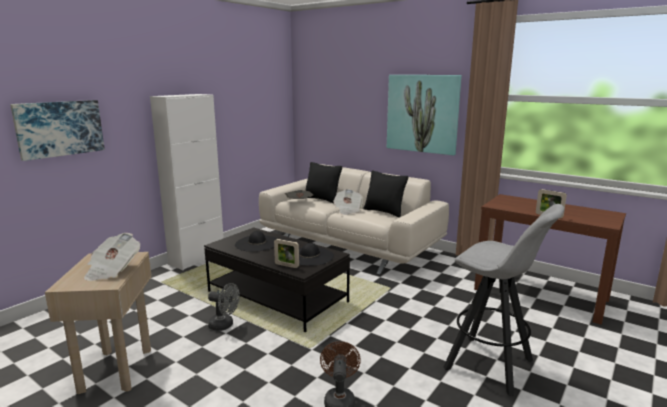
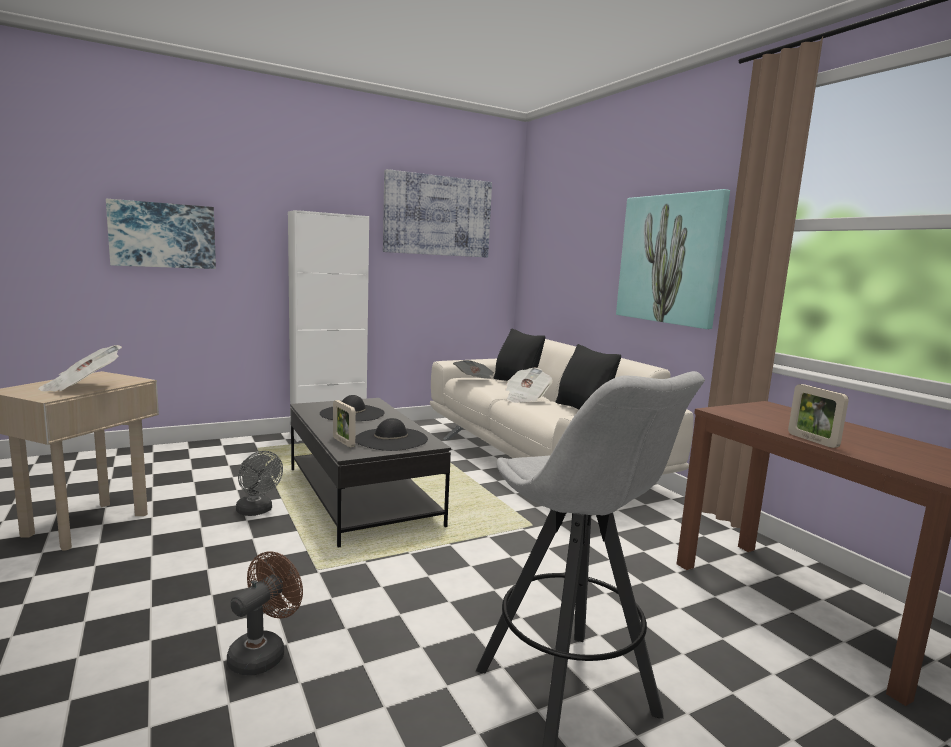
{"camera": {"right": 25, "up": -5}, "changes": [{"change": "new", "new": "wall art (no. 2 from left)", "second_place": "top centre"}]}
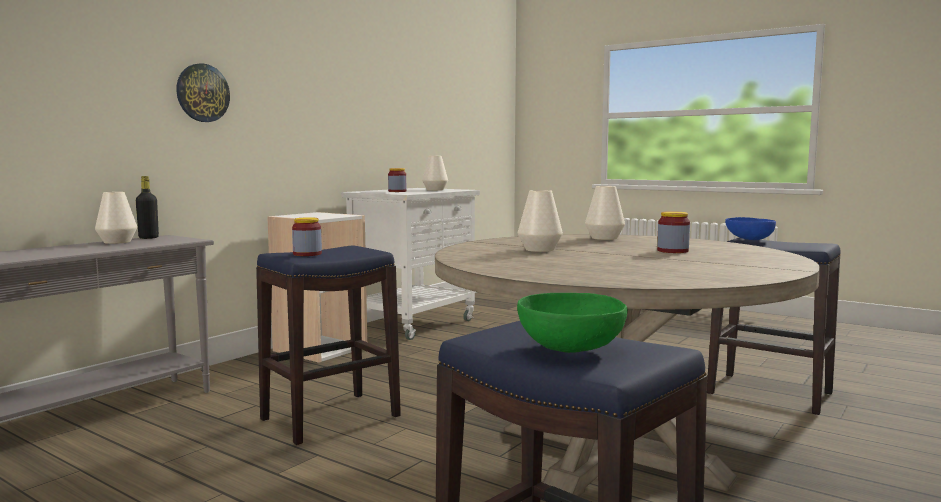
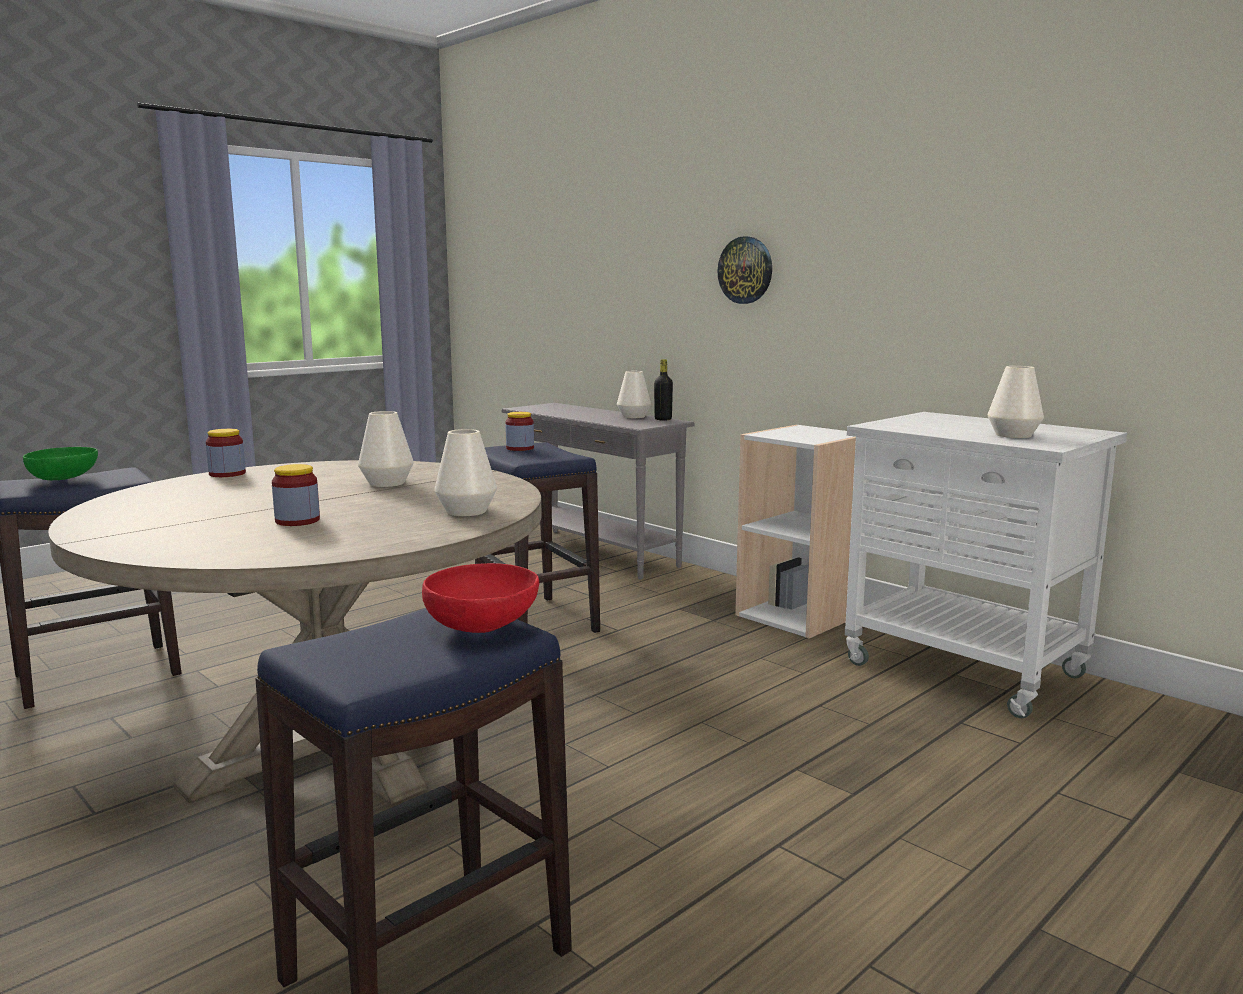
{"camera": {"right": 100, "up": 5}, "changes": [{"change": "shifted", "old": "jar (no. 2 from left in the first image)", "new": "jar (no. 1 from left)", "first_place": "centre", "second_place": "middle left"}, {"change": "repainted", "old": "deep dish (blue)", "new": "deep dish (red)", "first_place": "middle right", "second_place": "centre"}]}
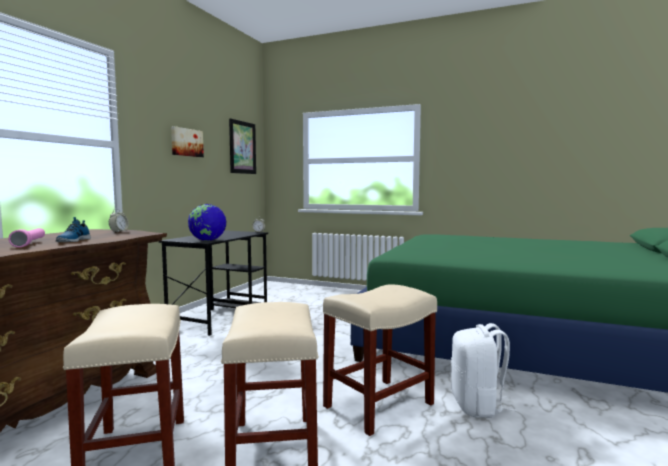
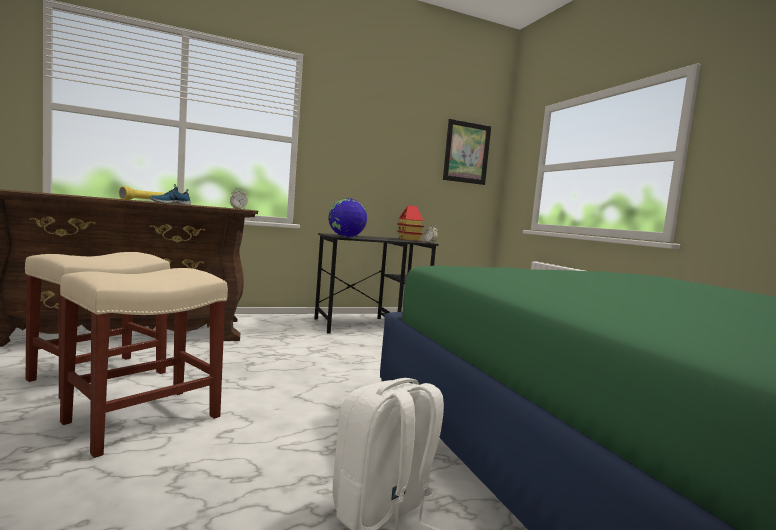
{"camera": {"right": 45, "up": 0}, "changes": [{"change": "repainted", "old": "flashlight (pink)", "new": "flashlight (yellow)", "first_place": "middle left", "second_place": "middle left"}, {"change": "new", "new": "miniature house", "second_place": "centre"}, {"change": "gone", "old": "wall art (no. 1 from left)", "first_place": "top left"}, {"change": "gone", "old": "stool (sand-coloured) (no. 3 from left)", "first_place": "bottom centre"}]}
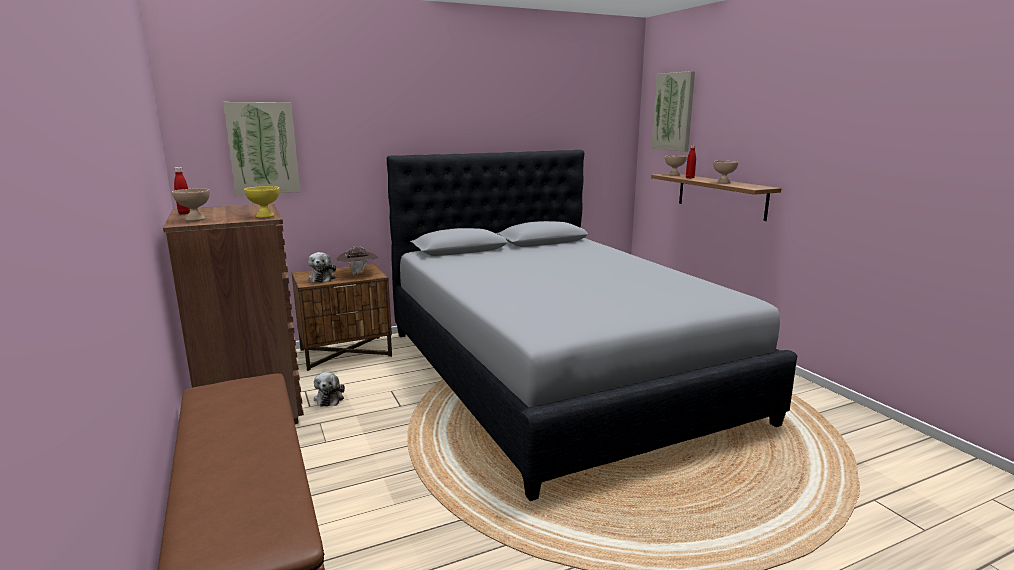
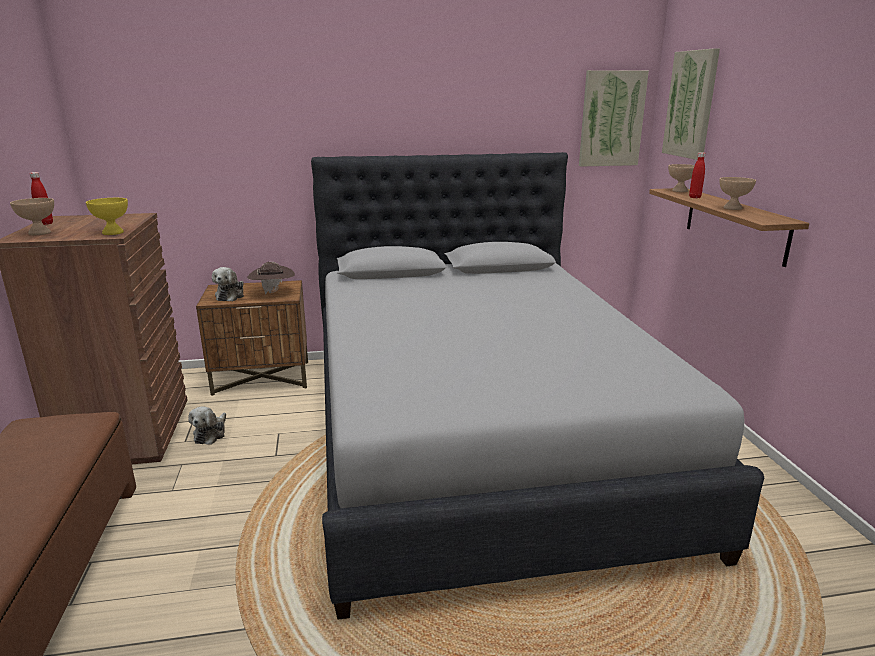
{"camera": {"right": 15, "up": 5}, "changes": [{"change": "shifted", "old": "wall art (no. 1 from left)", "first_place": "top left", "second_place": "top right"}]}
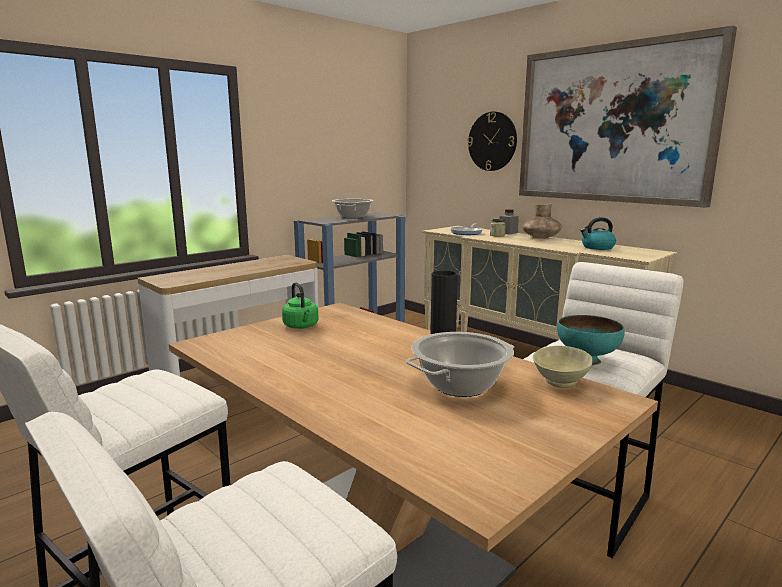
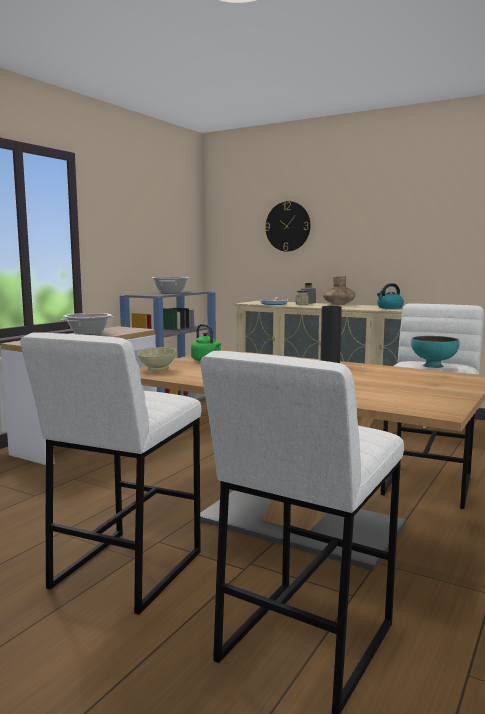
{"camera": {"right": -15, "up": -5}, "changes": [{"change": "shifted", "old": "stockpot (no. 2 from left in the first image)", "new": "stockpot (no. 1 from left)", "first_place": "centre", "second_place": "middle left"}, {"change": "shifted", "old": "deep dish (sand-coloured)", "first_place": "middle right", "second_place": "middle left"}, {"change": "gone", "old": "wall art", "first_place": "top right"}]}
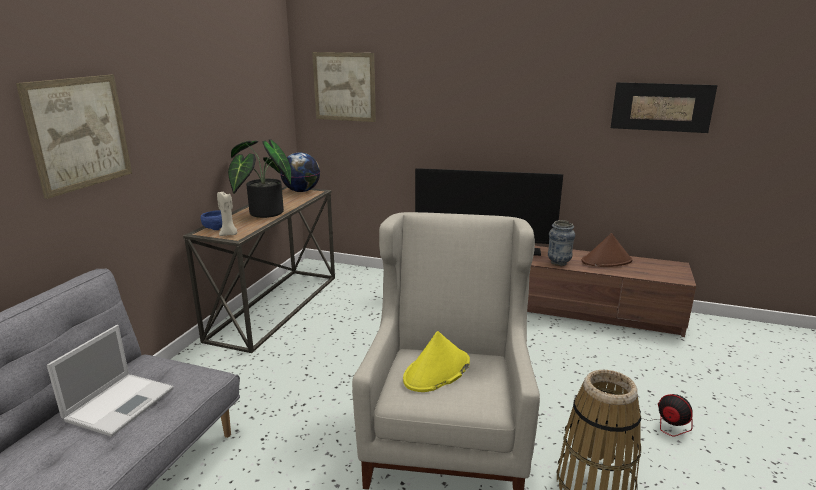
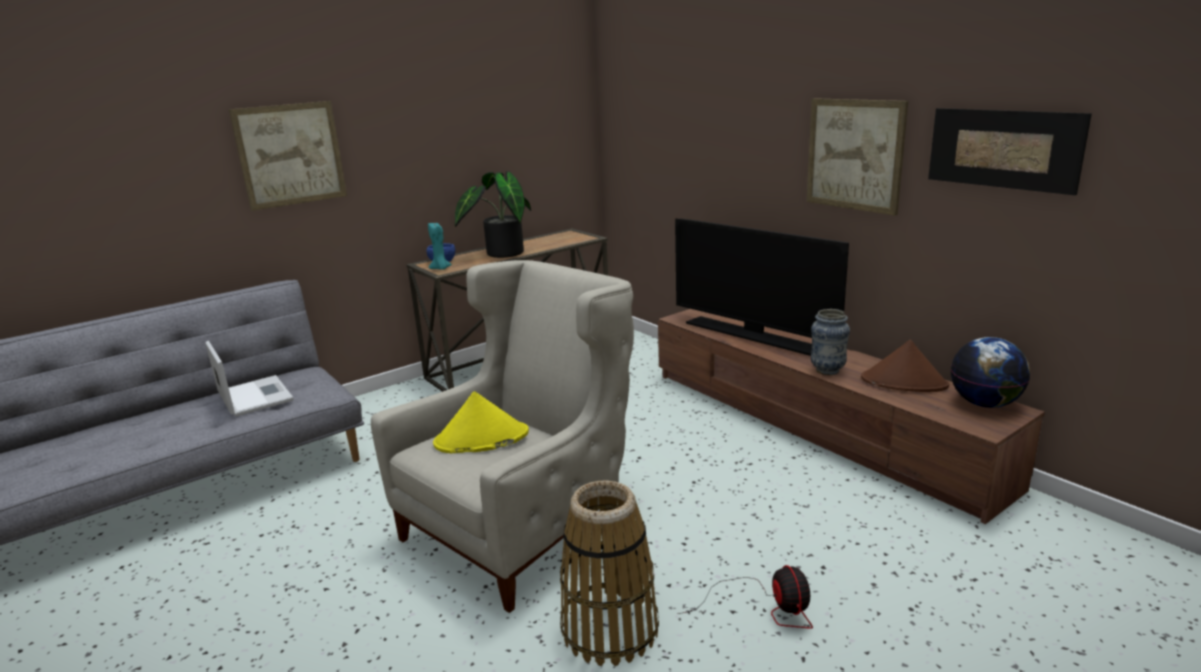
{"camera": {"right": 35, "up": 0}, "changes": [{"change": "rotated", "old": "portable computer", "first_place": "bottom left", "second_place": "middle left", "degrees": -90}, {"change": "repainted", "old": "candle (sand-coloured)", "new": "candle (turquoise-coloured)", "first_place": "middle left", "second_place": "centre"}, {"change": "shifted", "old": "wall art (no. 2 from left)", "first_place": "top centre", "second_place": "top right"}, {"change": "shifted", "old": "world globe", "first_place": "centre", "second_place": "middle right"}]}
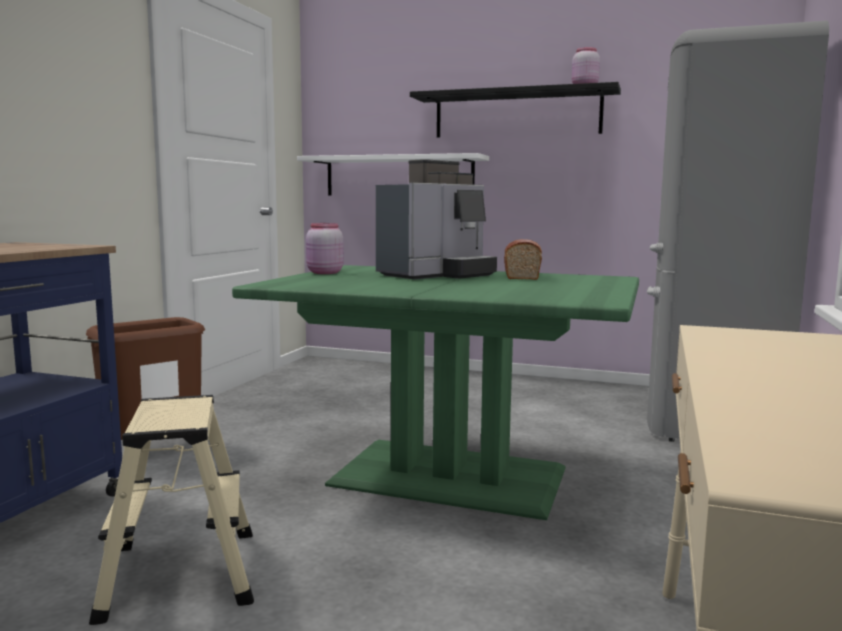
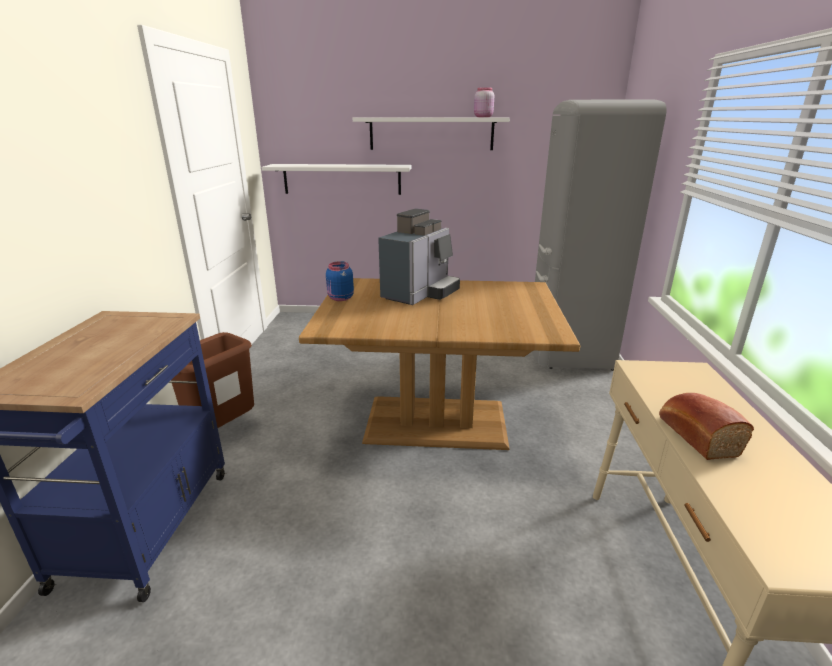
{"camera": {"right": -15, "up": 15}, "changes": [{"change": "repainted", "old": "dinner table (greenish)", "new": "dinner table (brownish)", "first_place": "centre", "second_place": "centre"}, {"change": "repainted", "old": "jar (pink) (no. 1 from left)", "new": "jar (blue)", "first_place": "centre", "second_place": "centre"}, {"change": "repainted", "old": "bracket shelf (black-coloured)", "new": "bracket shelf (white) (no. 2 from left)", "first_place": "top centre", "second_place": "top centre"}, {"change": "shifted", "old": "baked bread", "first_place": "centre", "second_place": "middle right"}, {"change": "gone", "old": "stepladder (sand-coloured)", "first_place": "bottom left"}]}
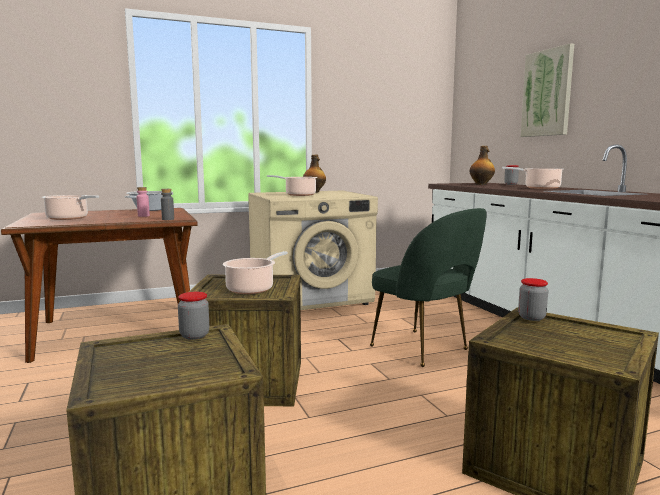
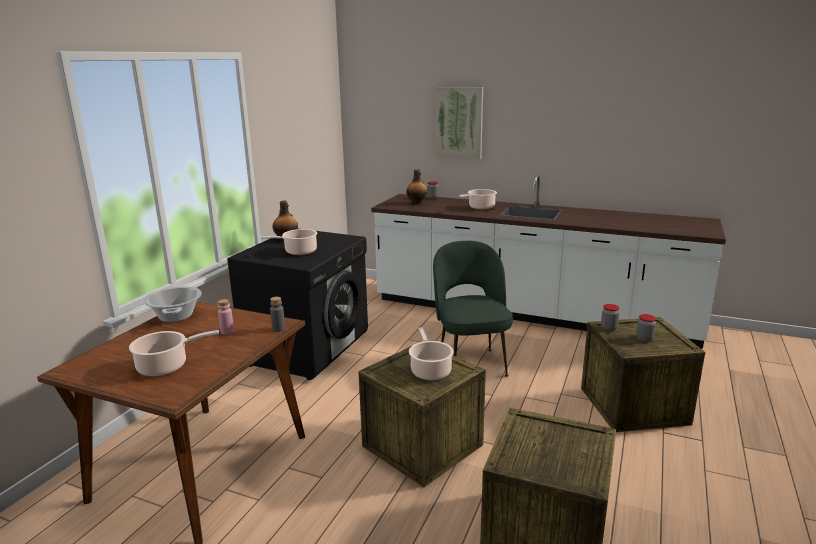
{"camera": {"right": -45, "up": 10}, "changes": [{"change": "repainted", "old": "washing machine (sand-coloured)", "new": "washing machine (black-coloured)", "first_place": "centre", "second_place": "centre"}, {"change": "rotated", "old": "chair (greenish)", "first_place": "centre", "second_place": "centre", "degrees": -105}, {"change": "shifted", "old": "jar (no. 1 from left in the first image)", "new": "jar (no. 3 from left)", "first_place": "middle left", "second_place": "middle right"}]}
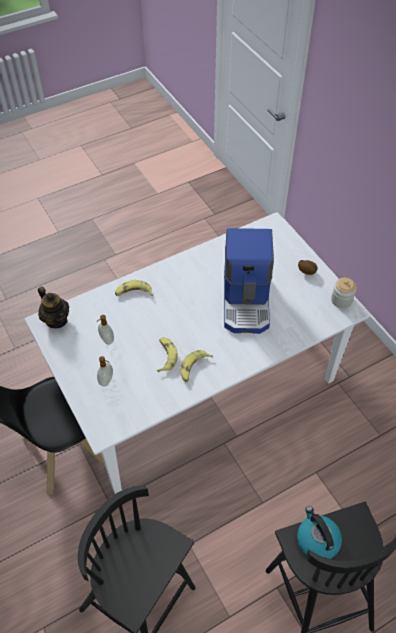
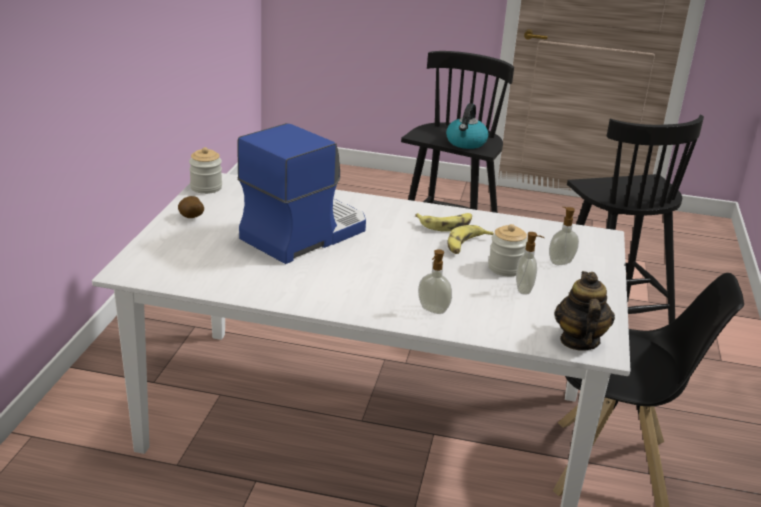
{"camera": {"right": -140, "up": -25}, "changes": [{"change": "swapped", "old": "whole banana (no. 1 from left)", "new": "soap dispenser (no. 1 from left)", "first_place": "centre", "second_place": "centre"}, {"change": "new", "new": "jar (no. 2 from left)", "second_place": "middle right"}]}
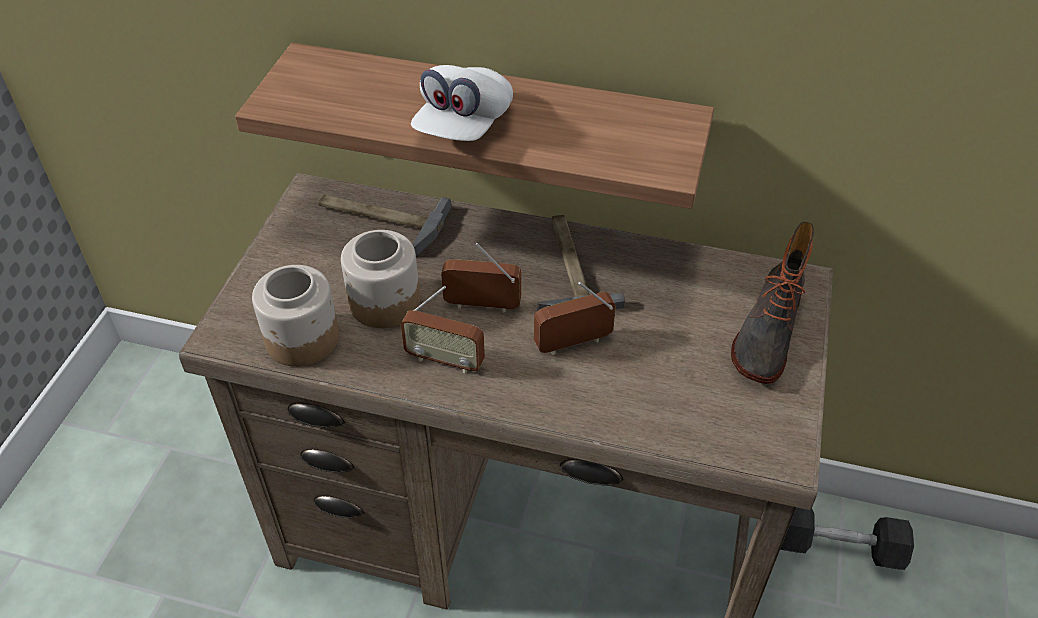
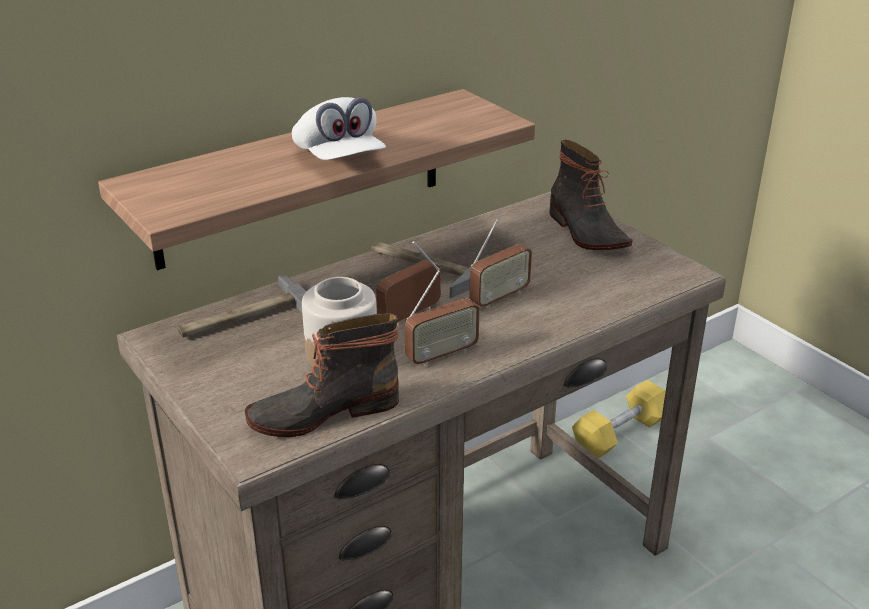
{"camera": {"right": -50, "up": -15}, "changes": [{"change": "swapped", "old": "jar (no. 1 from left)", "new": "boot (no. 1 from left)", "first_place": "middle left", "second_place": "centre"}, {"change": "rotated", "old": "radio receiver (no. 3 from left)", "first_place": "centre", "second_place": "centre", "degrees": -150}, {"change": "repainted", "old": "free weight (black-coloured)", "new": "free weight (yellow)", "first_place": "bottom right", "second_place": "bottom right"}]}
